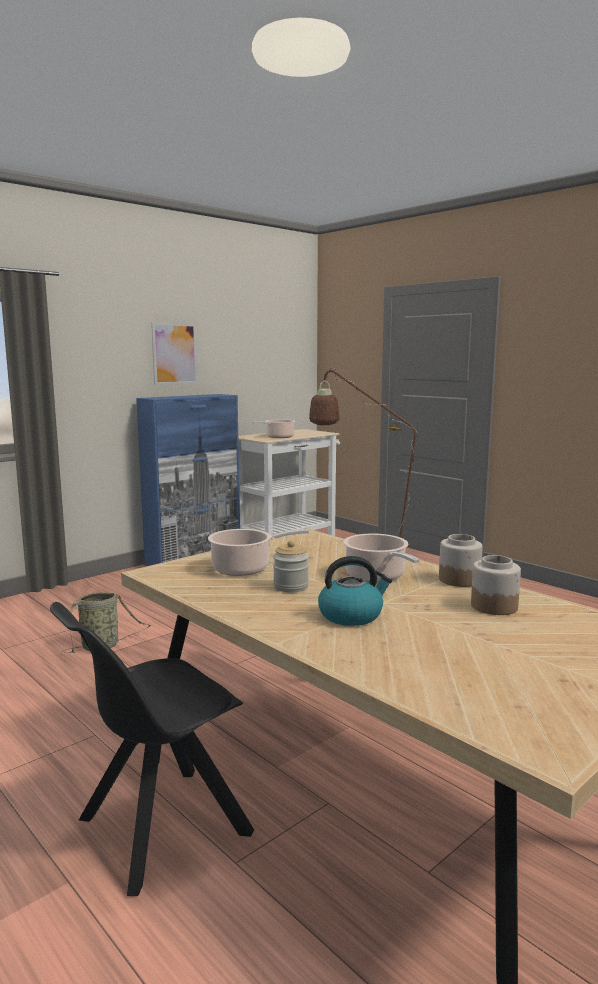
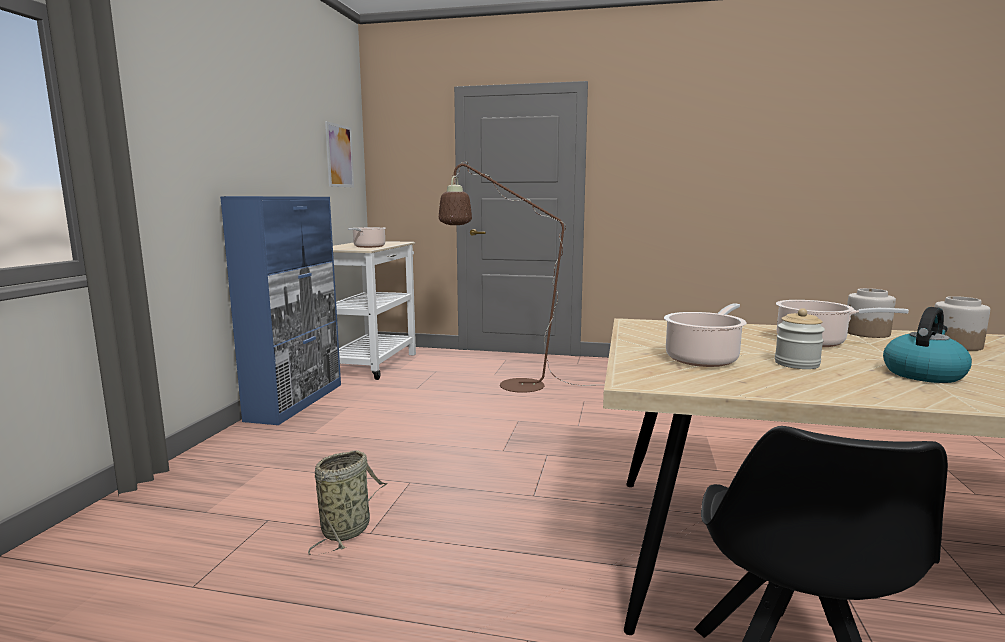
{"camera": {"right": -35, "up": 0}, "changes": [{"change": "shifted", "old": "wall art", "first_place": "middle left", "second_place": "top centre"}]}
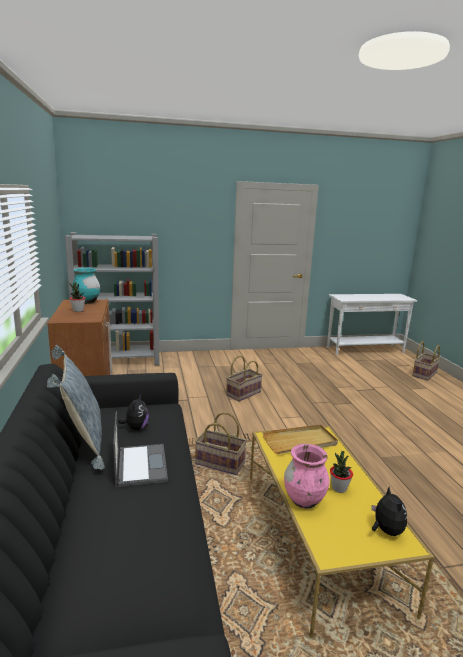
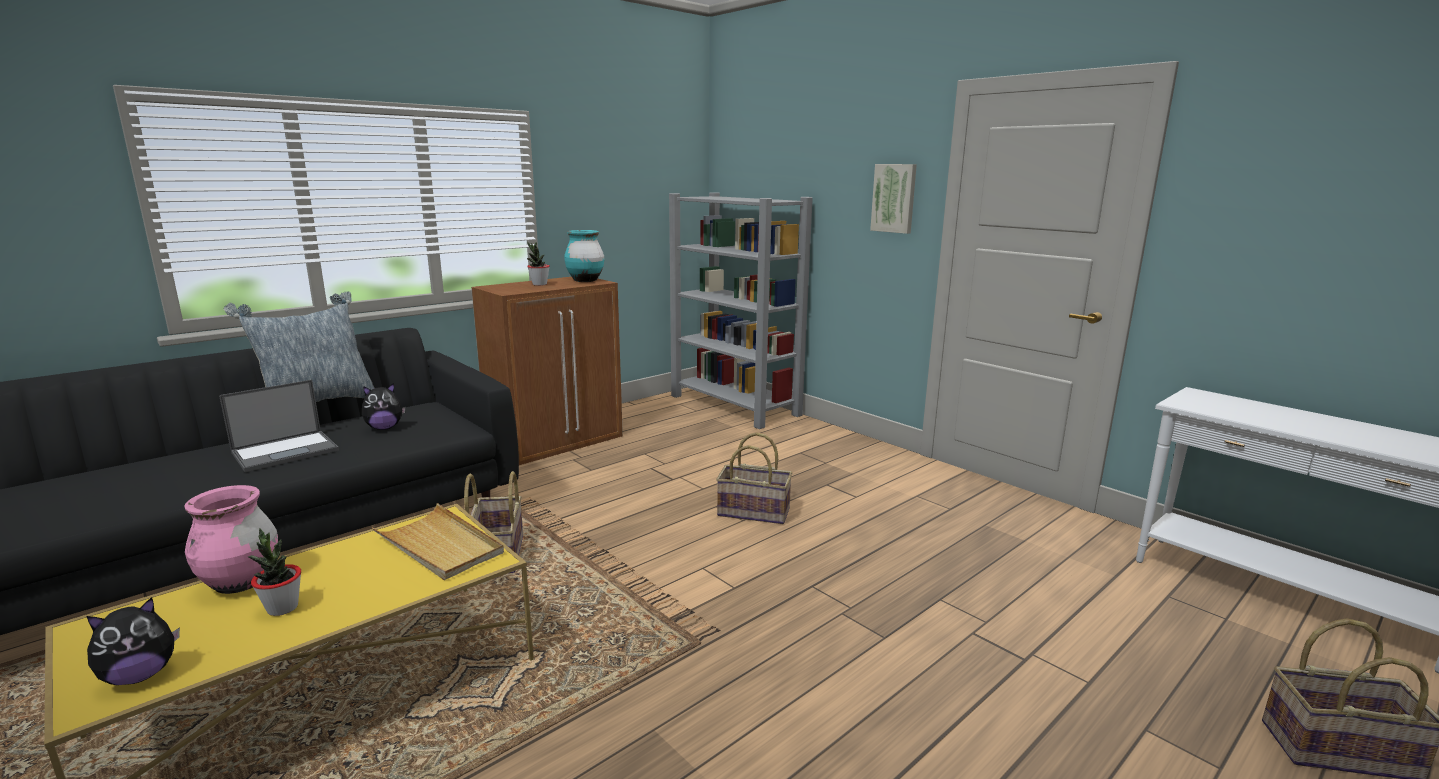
{"camera": {"right": 60, "up": 0}, "changes": [{"change": "new", "new": "wall art", "second_place": "top centre"}]}
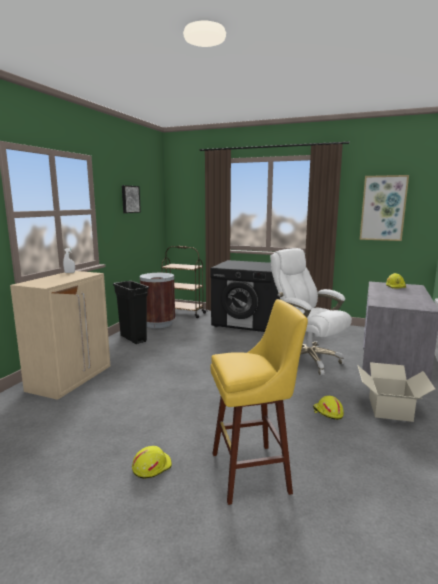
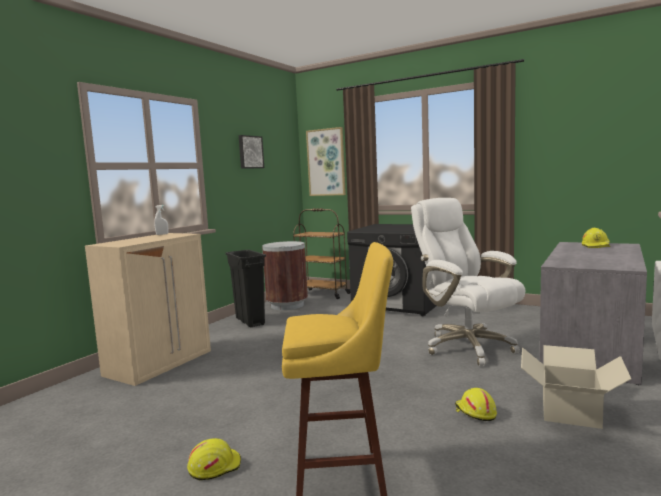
{"camera": {"right": 10, "up": -5}, "changes": [{"change": "shifted", "old": "wall art (no. 2 from left)", "first_place": "middle right", "second_place": "top centre"}]}
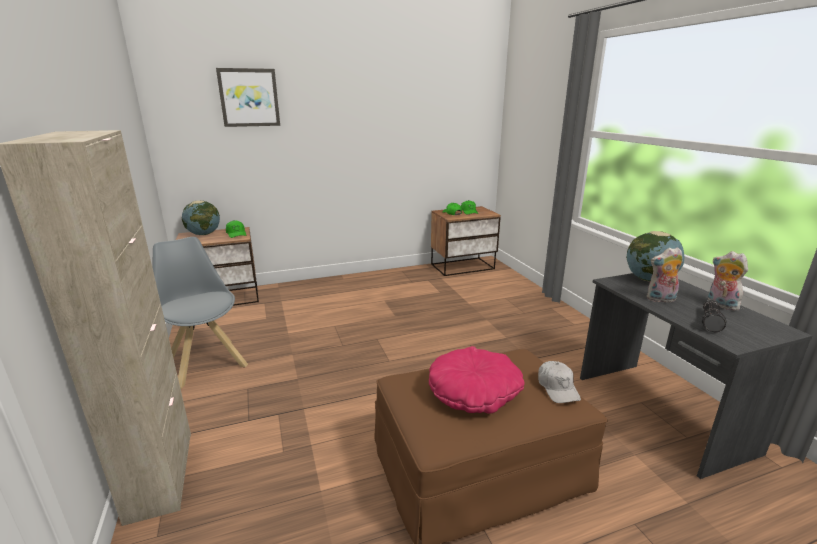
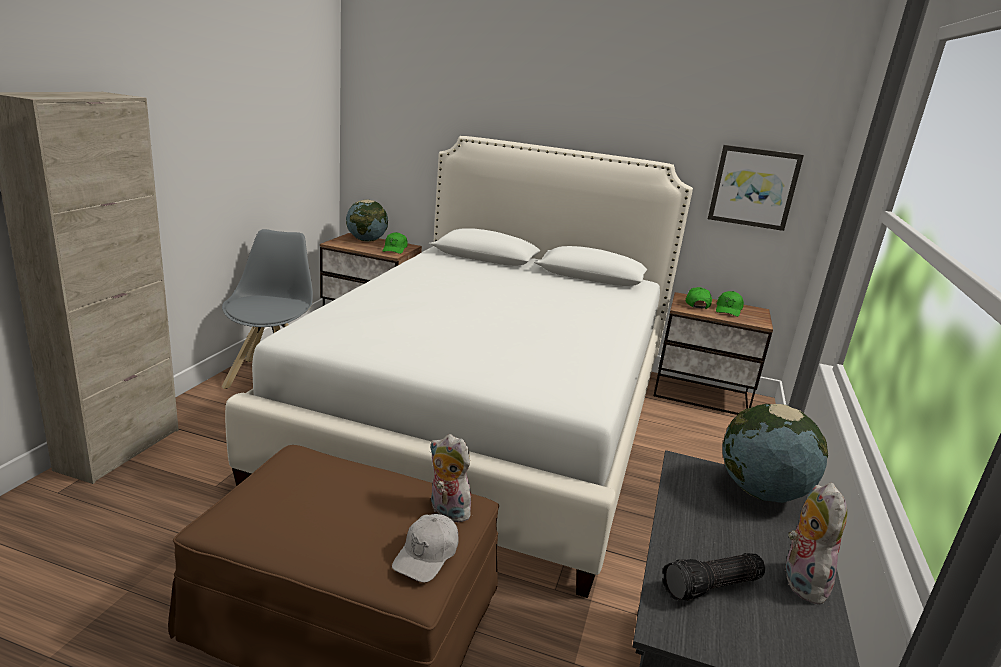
{"camera": {"right": 35, "up": 0}, "changes": [{"change": "new", "new": "bed (white)", "second_place": "centre"}, {"change": "shifted", "old": "cuddly toy (no. 1 from left)", "first_place": "middle right", "second_place": "bottom centre"}, {"change": "shifted", "old": "wall art", "first_place": "top left", "second_place": "top right"}, {"change": "gone", "old": "pillow (pink)", "first_place": "bottom centre"}]}
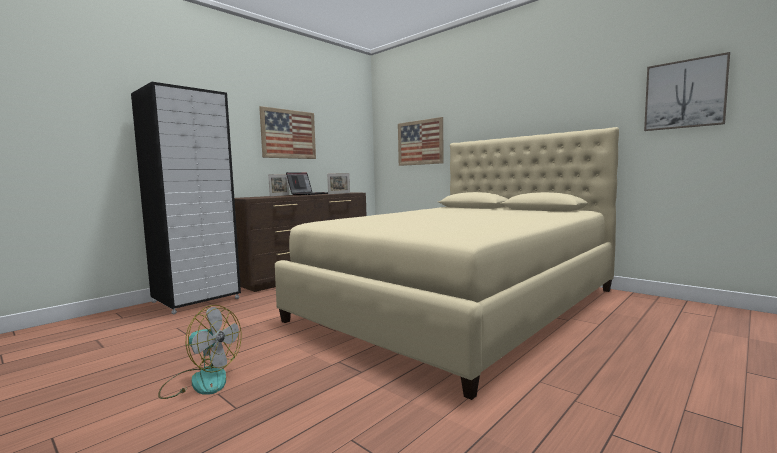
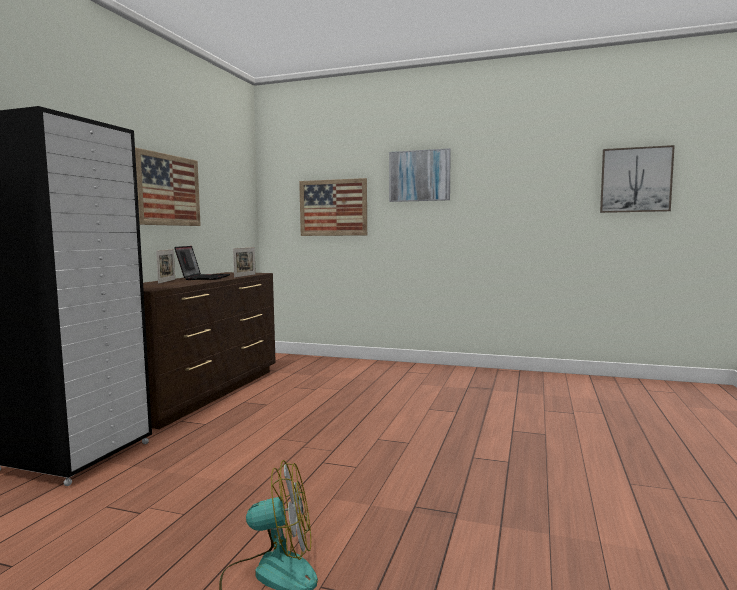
{"camera": {"right": -25, "up": 0}, "changes": [{"change": "new", "new": "wall art (no. 3 from left)", "second_place": "top centre"}, {"change": "gone", "old": "bed (sand-coloured)", "first_place": "centre"}]}
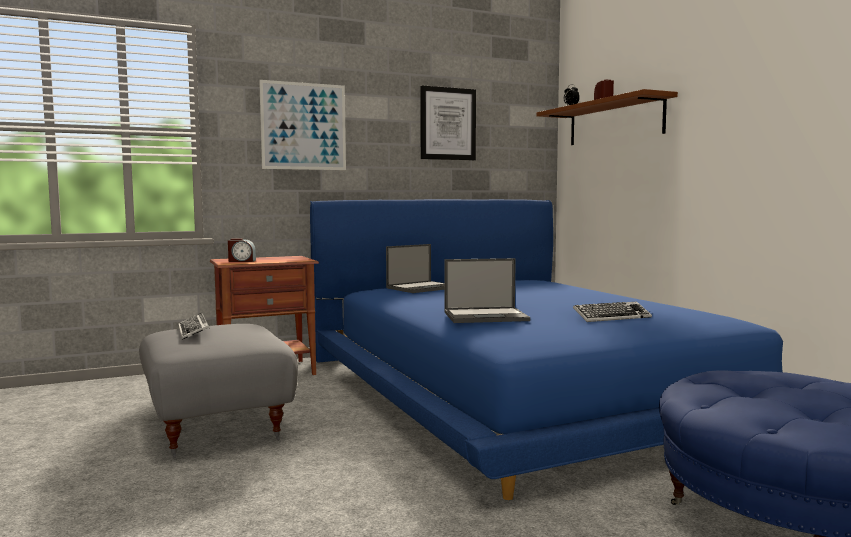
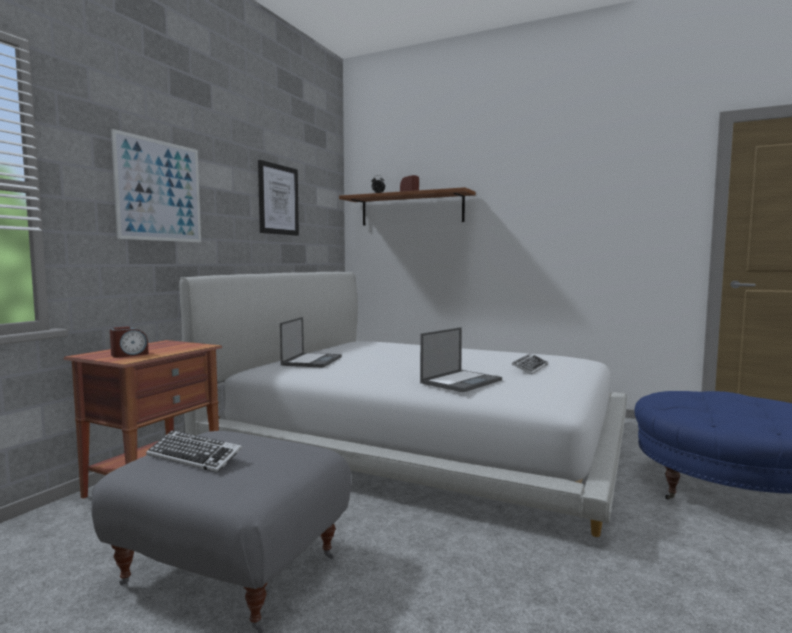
{"camera": {"right": -40, "up": 0}, "changes": [{"change": "repainted", "old": "bed (blue)", "new": "bed (white)", "first_place": "centre", "second_place": "centre"}]}
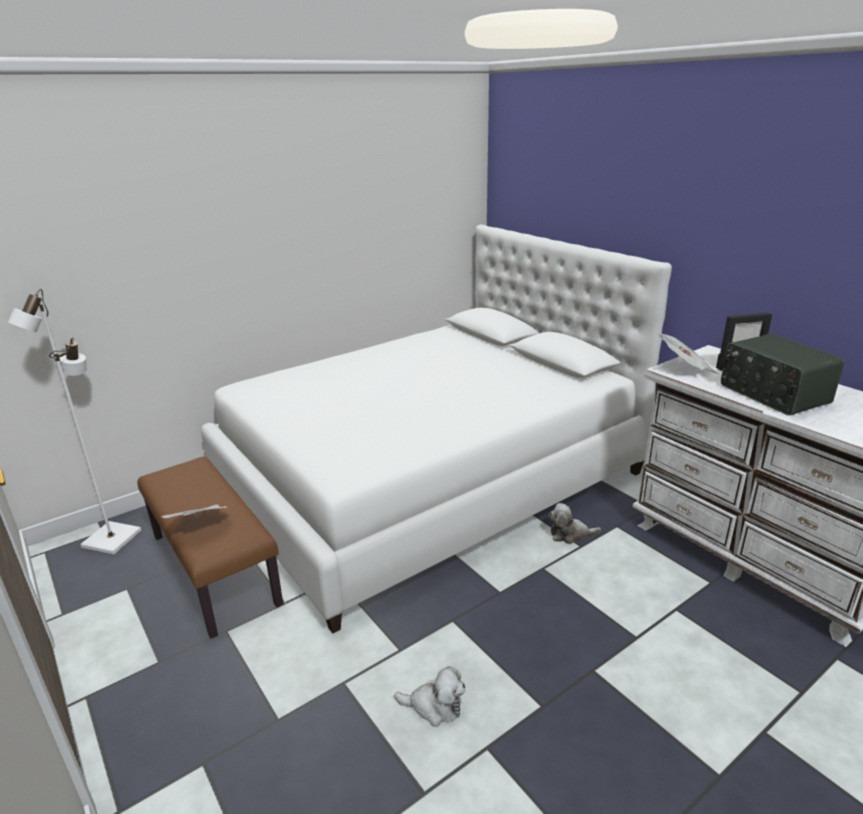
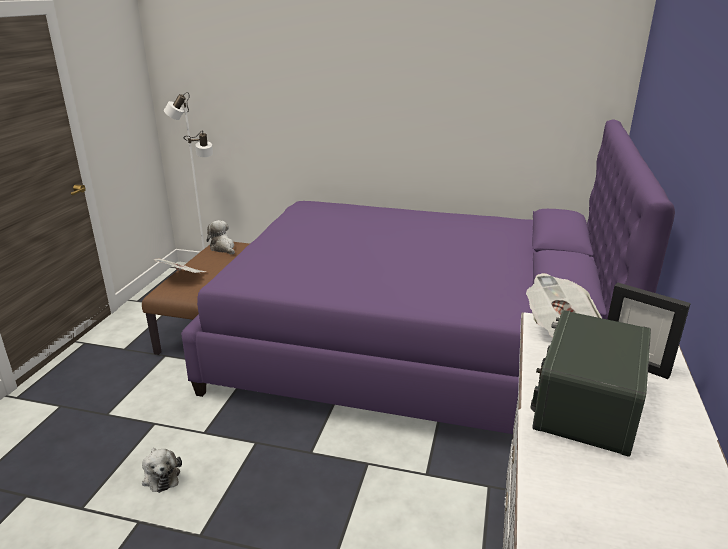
{"camera": {"right": 50, "up": 0}, "changes": [{"change": "repainted", "old": "bed (white)", "new": "bed (purple)", "first_place": "centre", "second_place": "centre"}, {"change": "shifted", "old": "cuddly toy (no. 2 from left)", "first_place": "centre", "second_place": "middle left"}]}
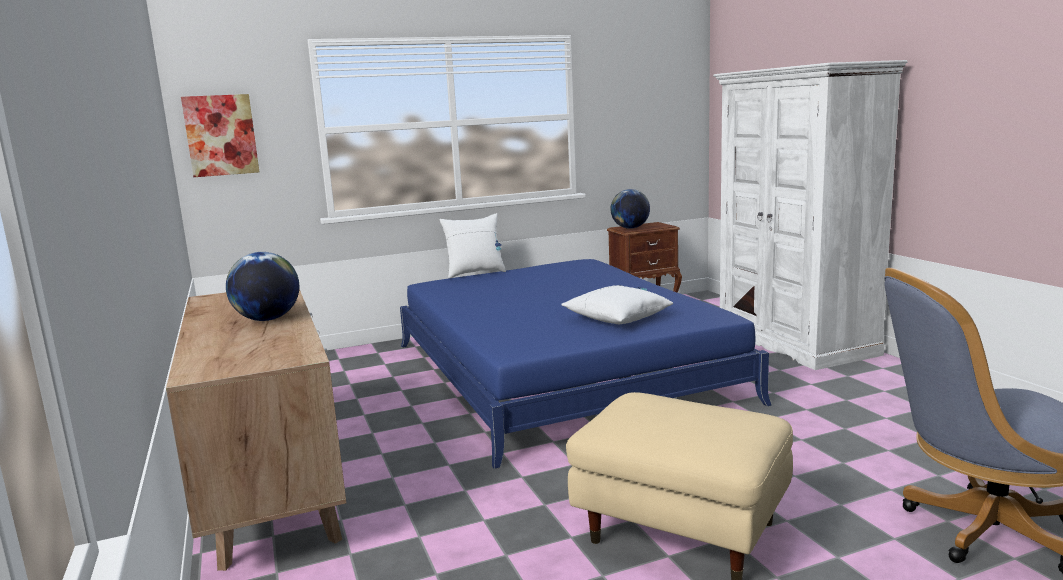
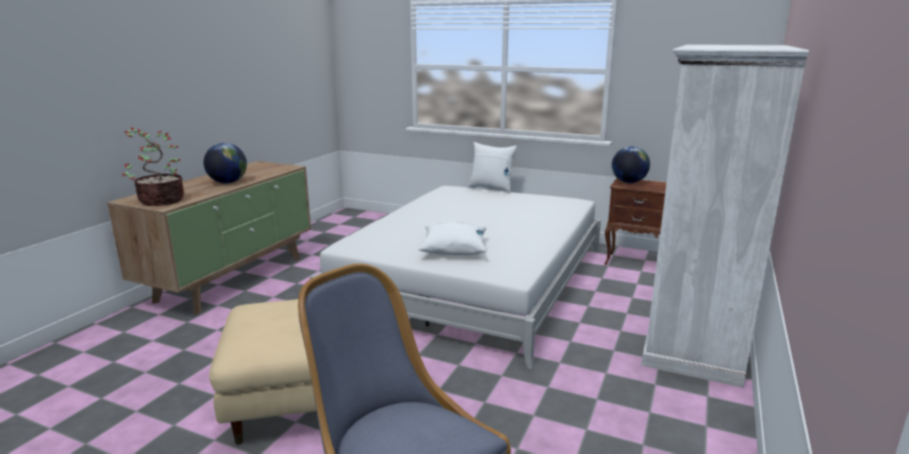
{"camera": {"right": 45, "up": 5}, "changes": [{"change": "new", "new": "potted plant", "second_place": "middle left"}, {"change": "repainted", "old": "bed (blue)", "new": "bed (white)", "first_place": "centre", "second_place": "centre"}, {"change": "gone", "old": "wall art", "first_place": "top left"}]}
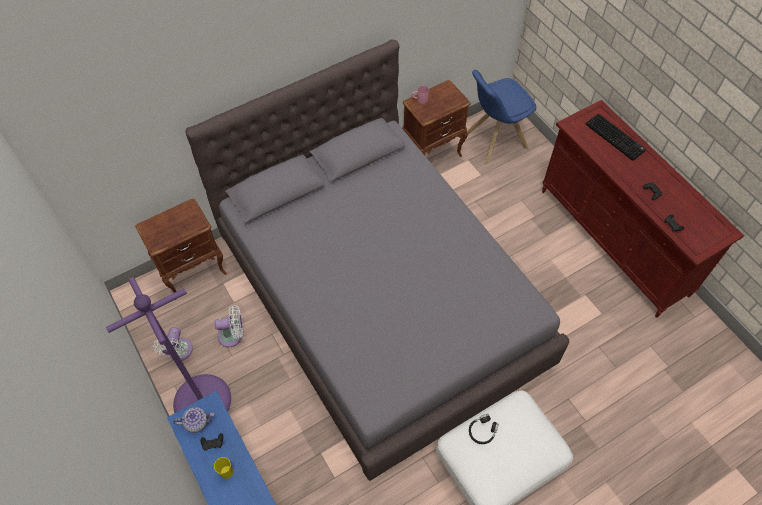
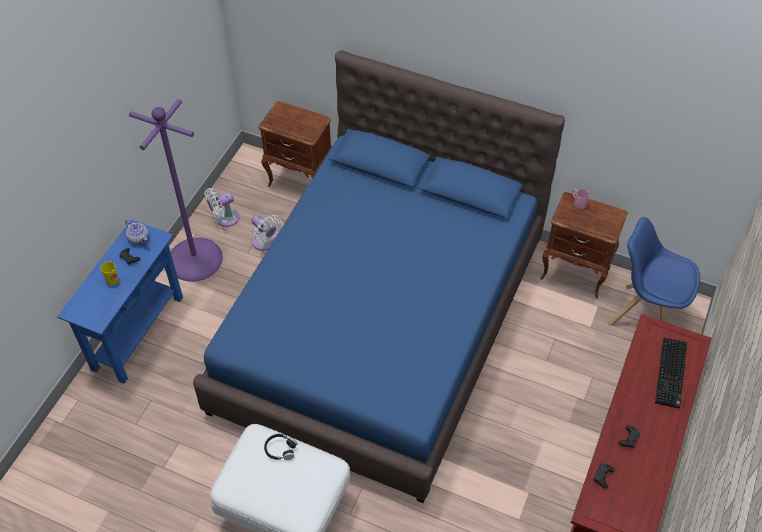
{"camera": {"right": 55, "up": -5}, "changes": [{"change": "repainted", "old": "bed (greyish)", "new": "bed (blue)", "first_place": "centre", "second_place": "centre"}]}
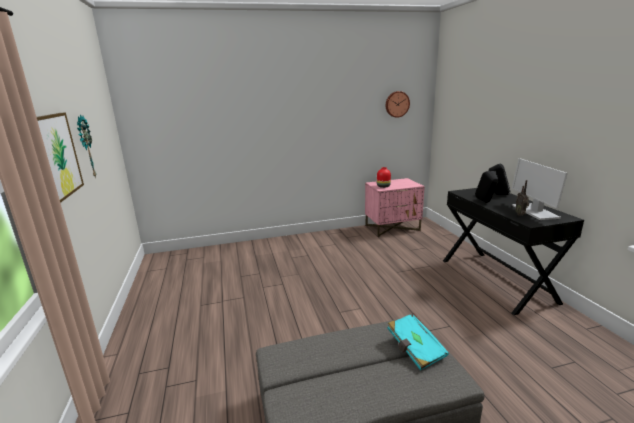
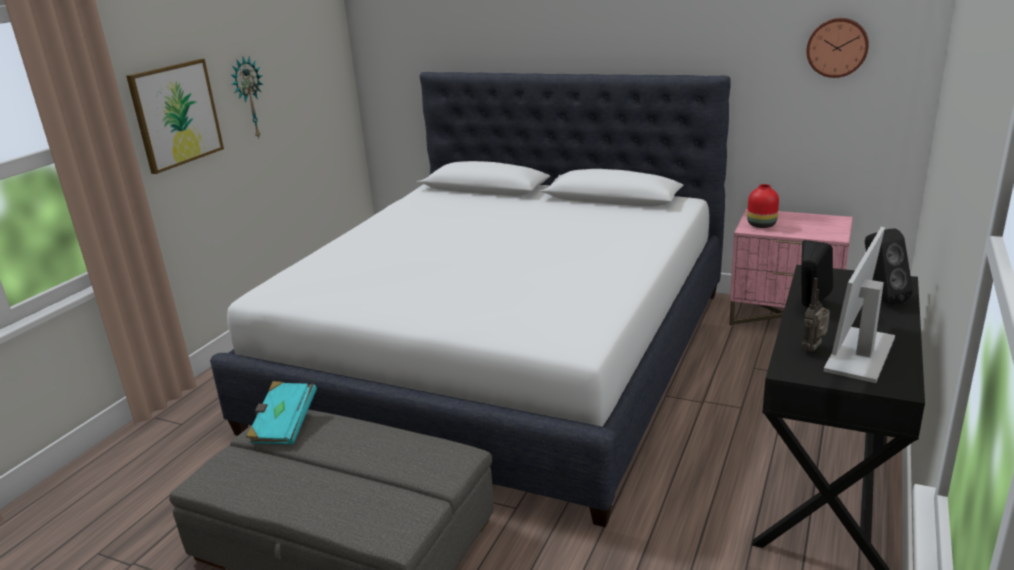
{"camera": {"right": 40, "up": 5}, "changes": [{"change": "new", "new": "bed (white)", "second_place": "centre"}, {"change": "shifted", "old": "bound book (turquoise-coloured)", "first_place": "bottom centre", "second_place": "bottom left"}]}
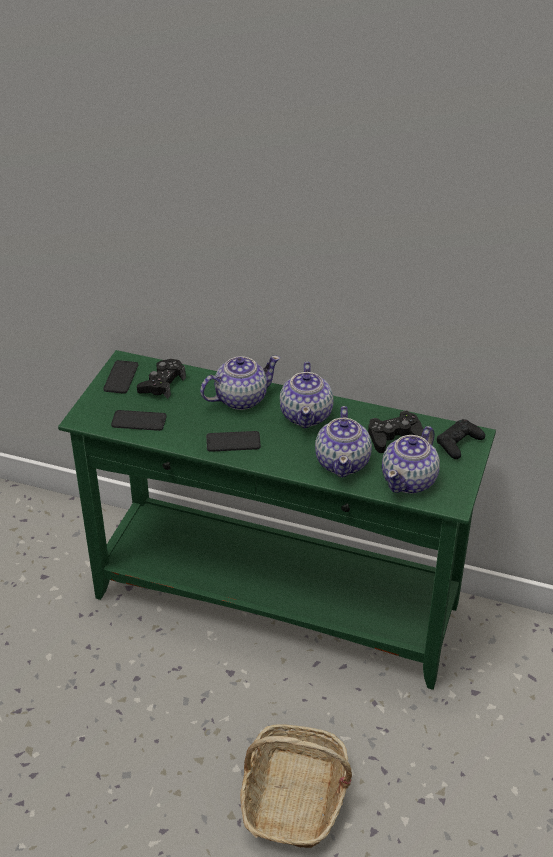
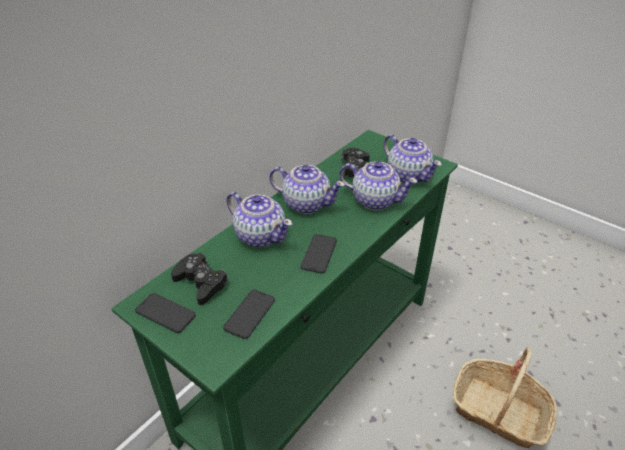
{"camera": {"right": -70, "up": 0}, "changes": [{"change": "rotated", "old": "teapot (no. 1 from left)", "first_place": "centre", "second_place": "centre", "degrees": 135}, {"change": "gone", "old": "game controller (black-coloured) (no. 3 from left)", "first_place": "middle right"}]}
